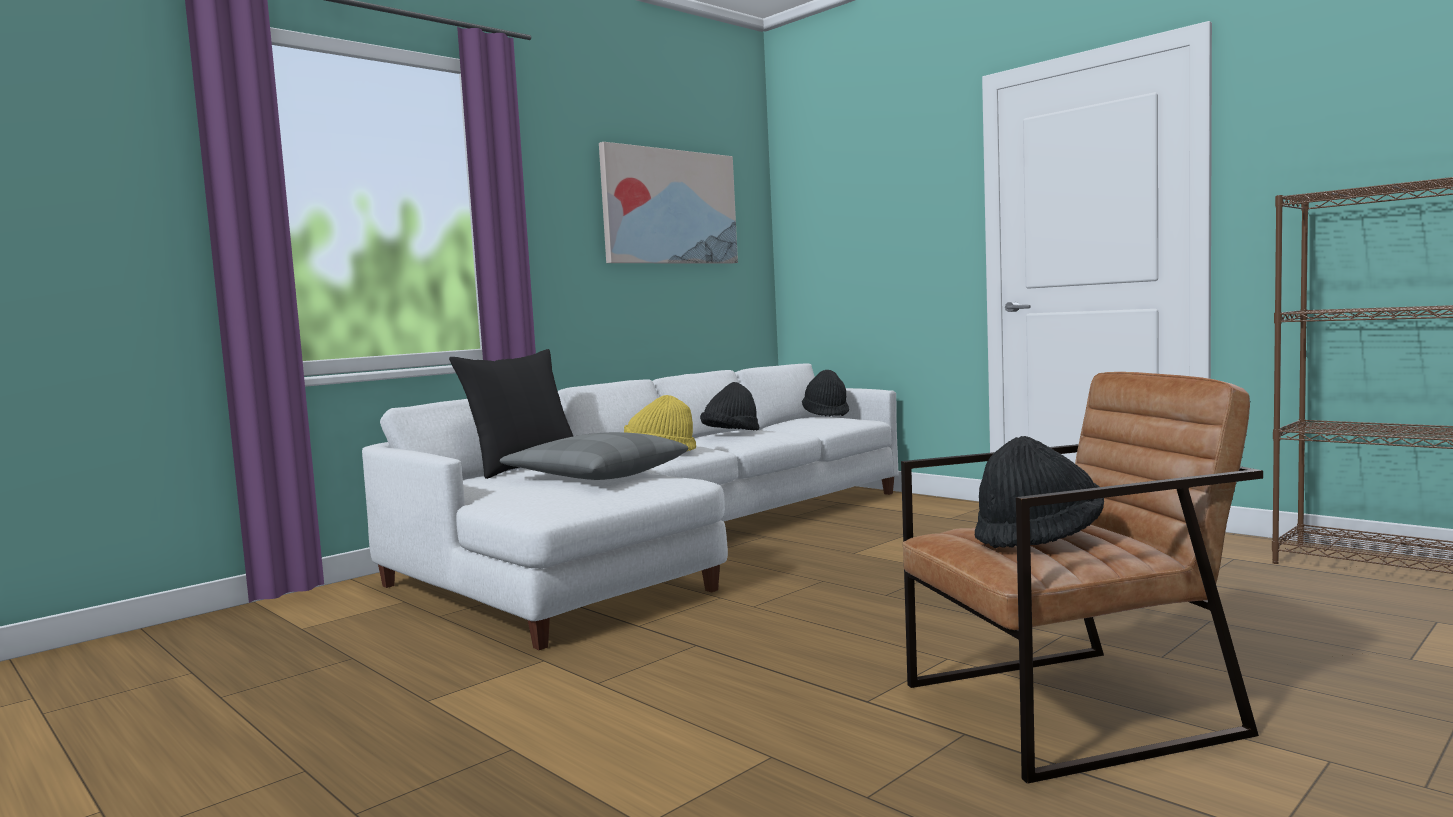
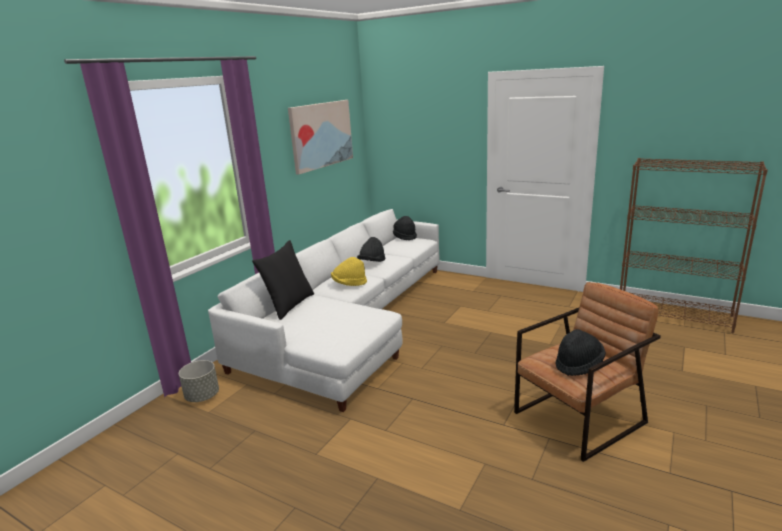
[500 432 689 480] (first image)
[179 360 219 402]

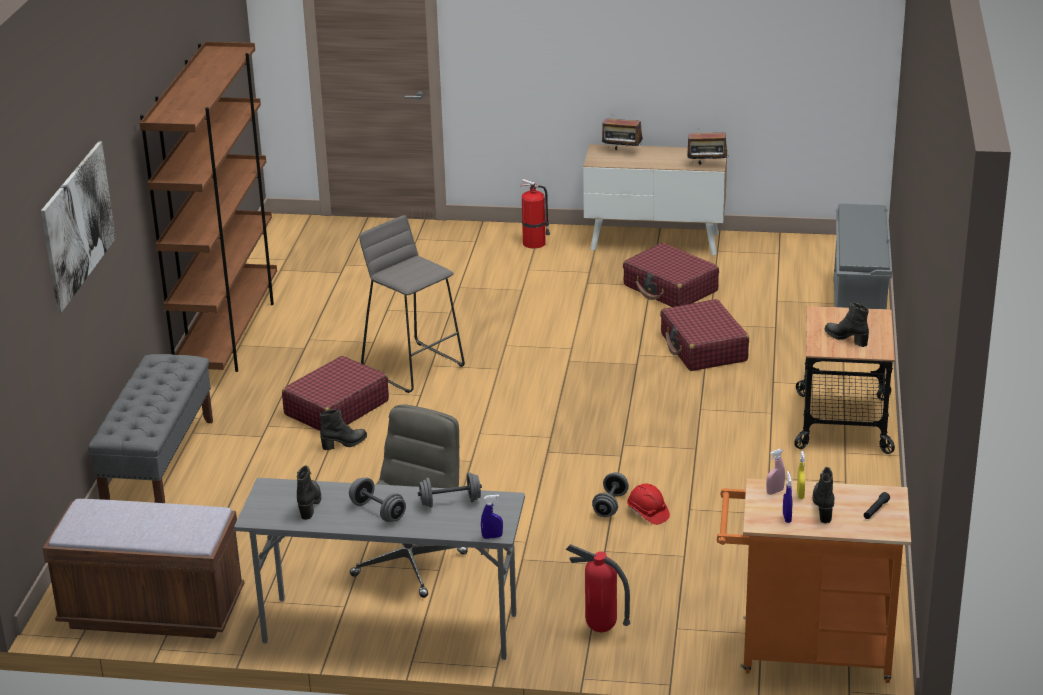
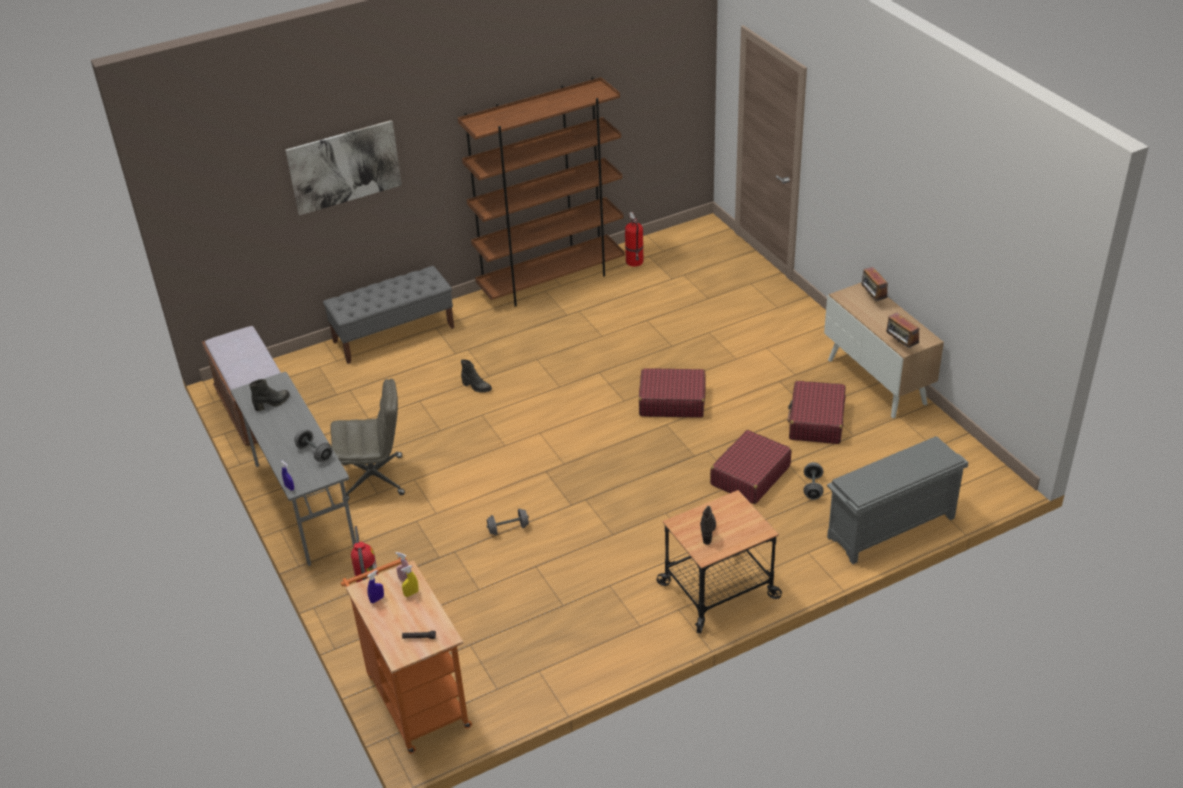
[359 215 465 393] (first image)
[627 484 670 525] (first image)
[812 467 834 524] (first image)
[639 368 706 417]
[804 462 824 500]
[625 212 643 267]

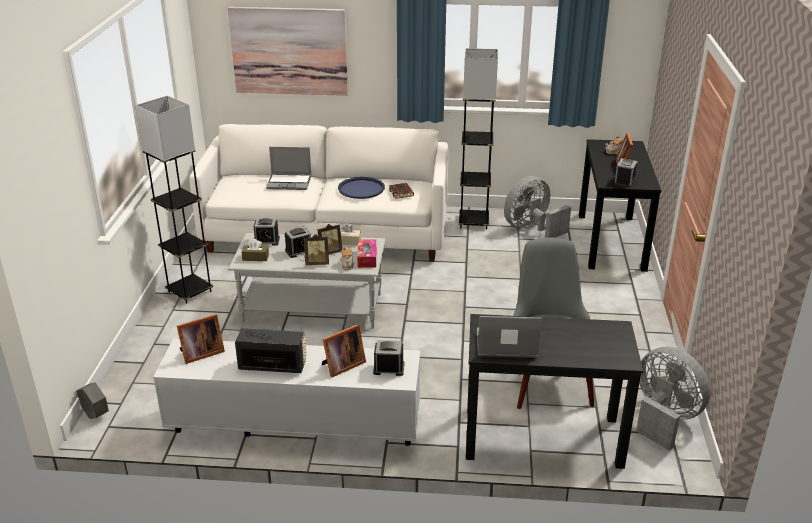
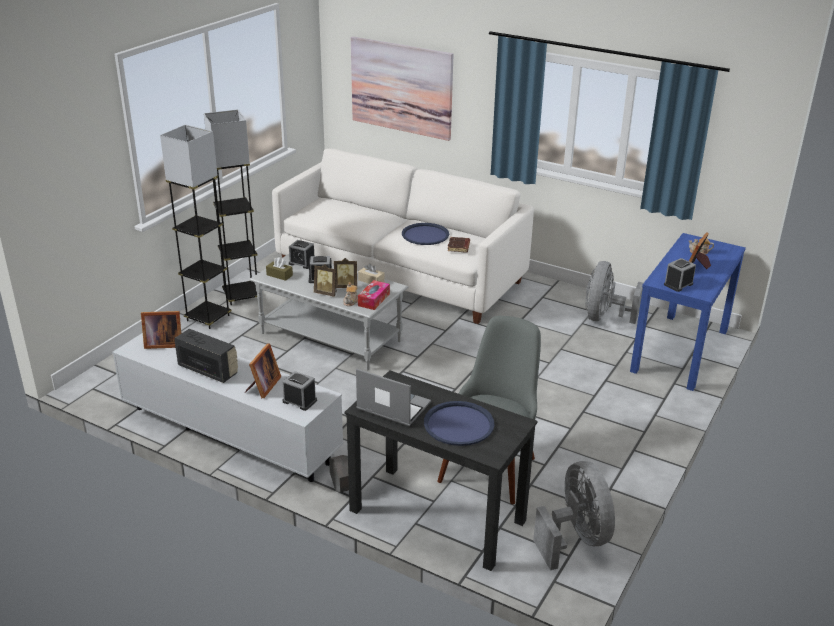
[266 147 311 190] (first image)
[424 401 494 446]
[329 455 349 493]
[160 125 232 329]
[630 233 746 391]
[245 343 281 398]
[586 261 643 324]

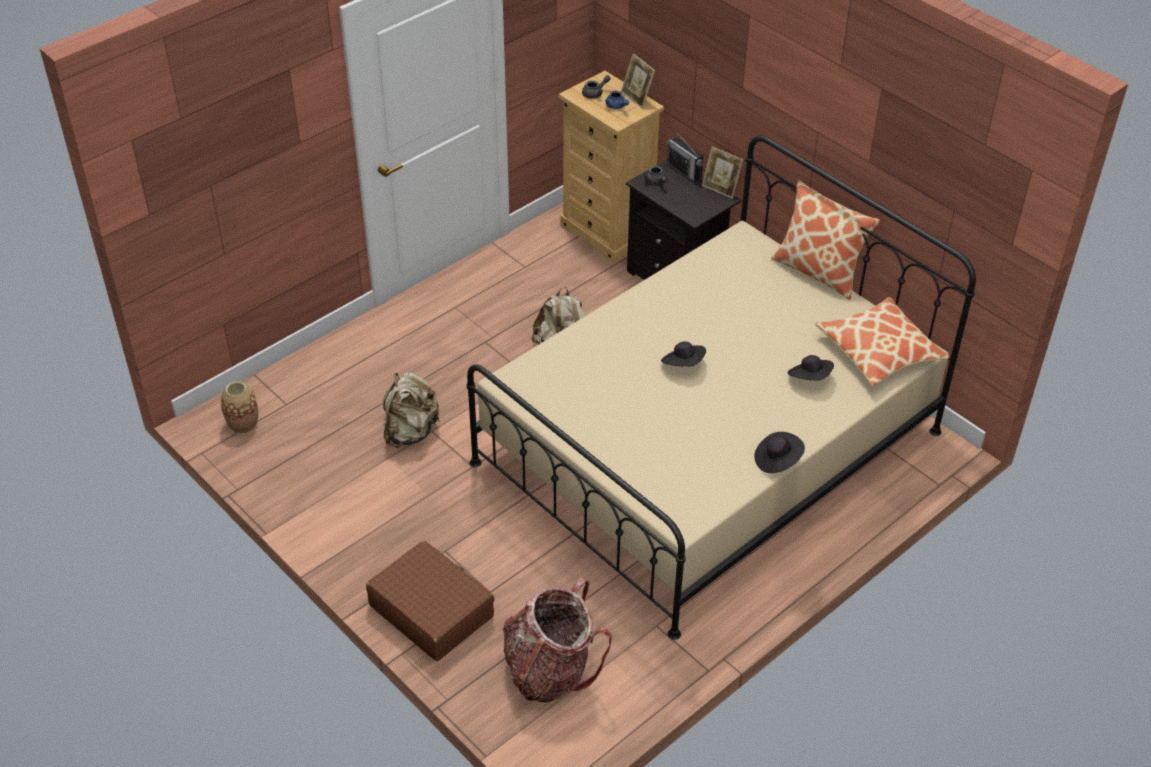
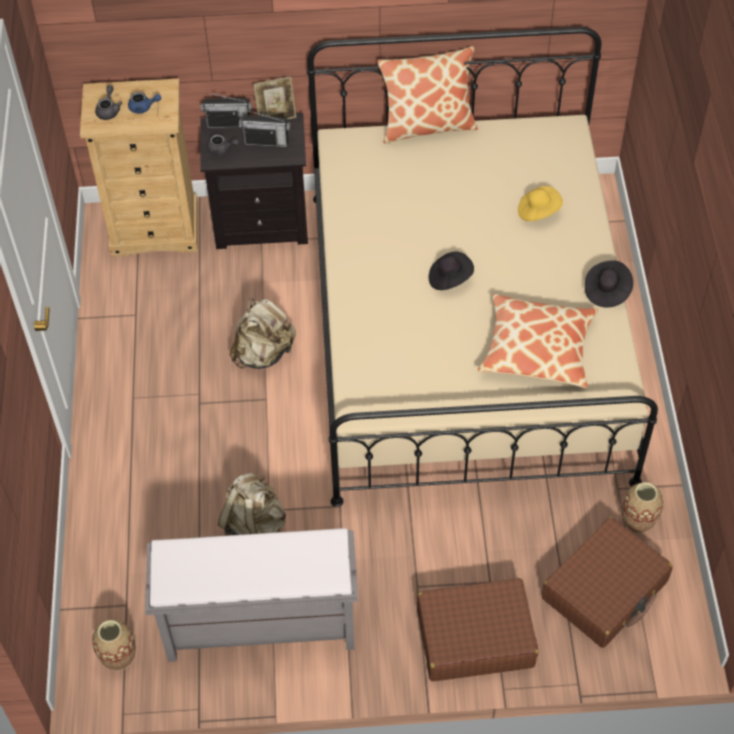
[621 53 655 108] (first image)
[145 528 358 662]
[239 110 290 147]
[622 482 663 533]
[478 294 598 388]
[542 517 673 648]
[518 186 563 221]

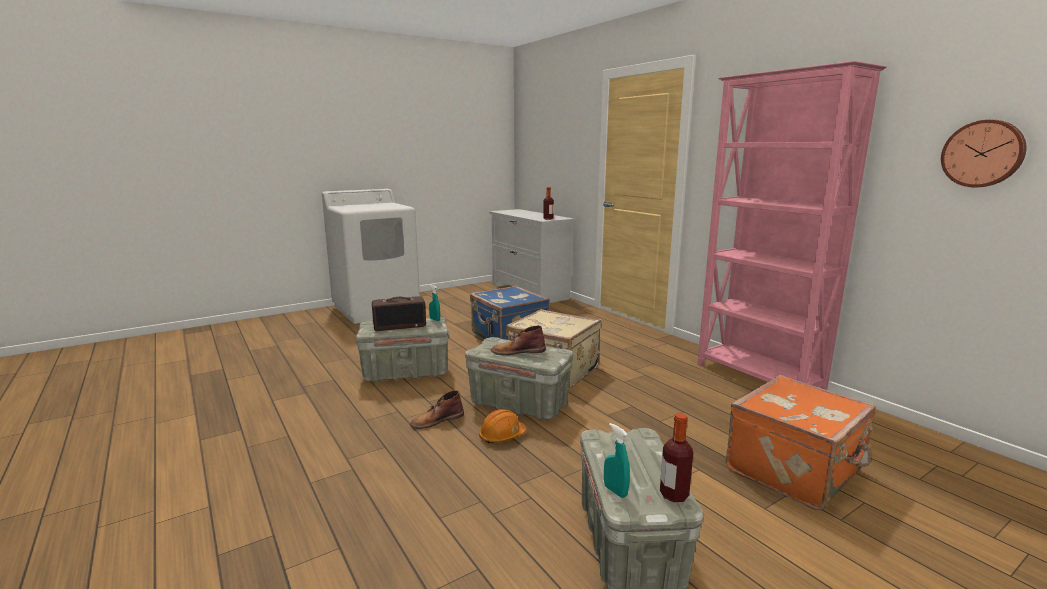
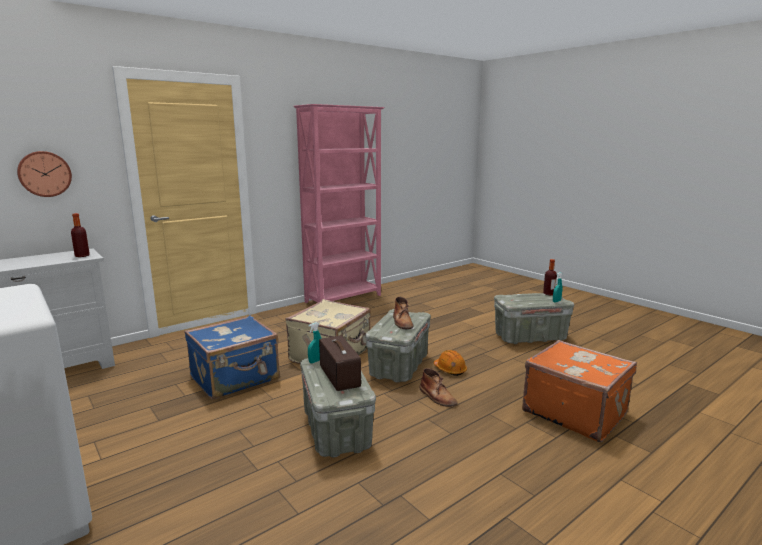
[522 340 637 442]
[17 151 72 197]

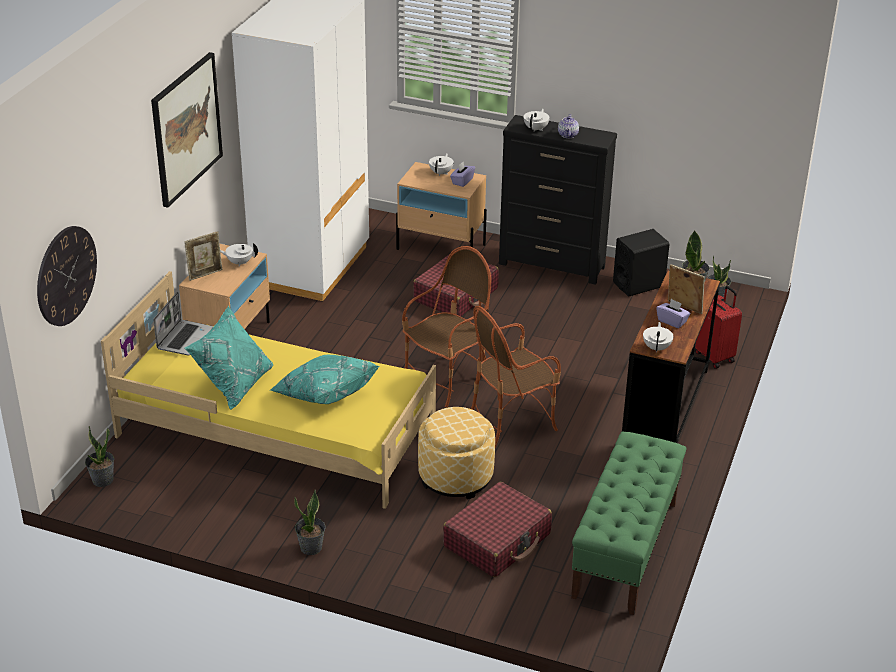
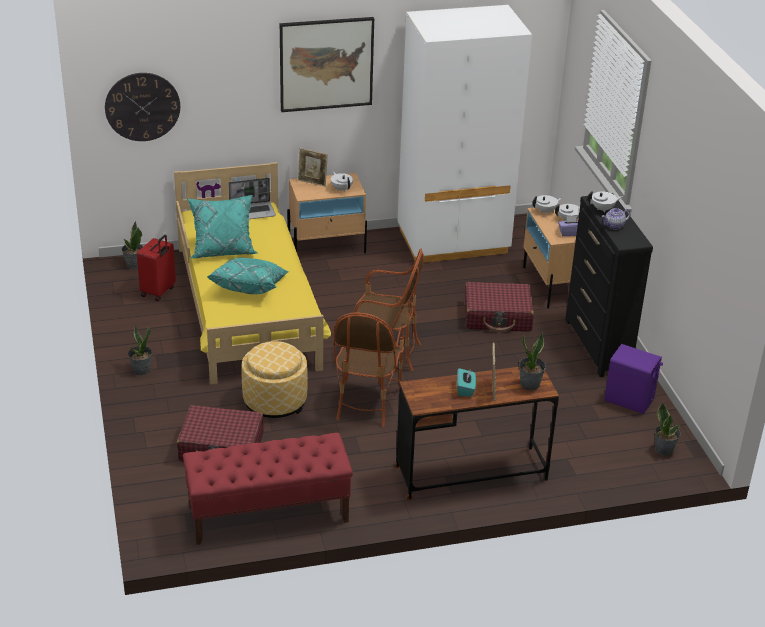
[532 195 562 214]
[137 235 176 301]
[183 433 353 545]
[604 344 663 414]
[457 368 476 397]
[333 312 404 427]

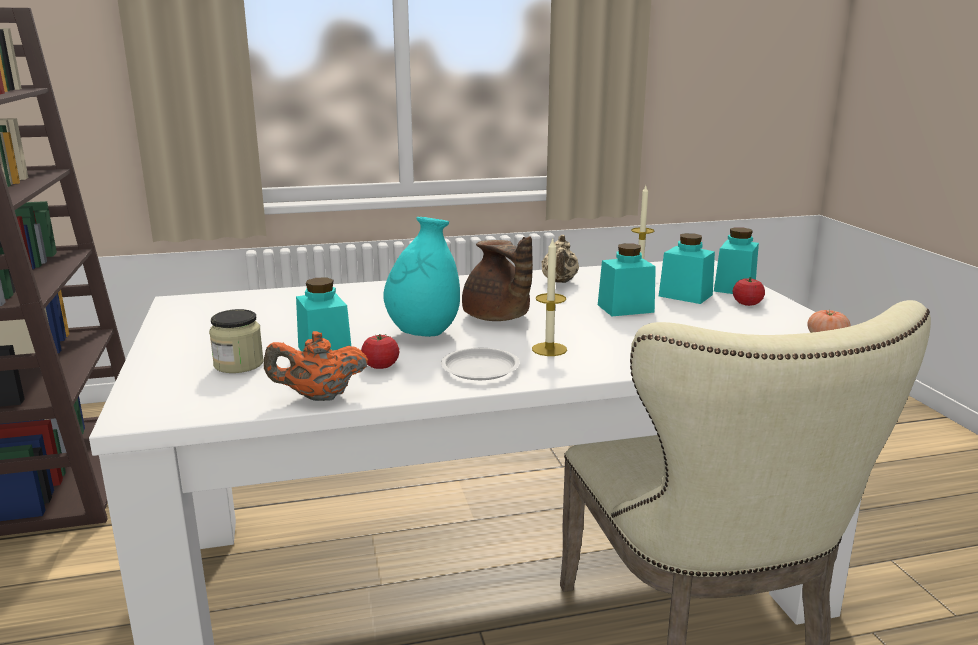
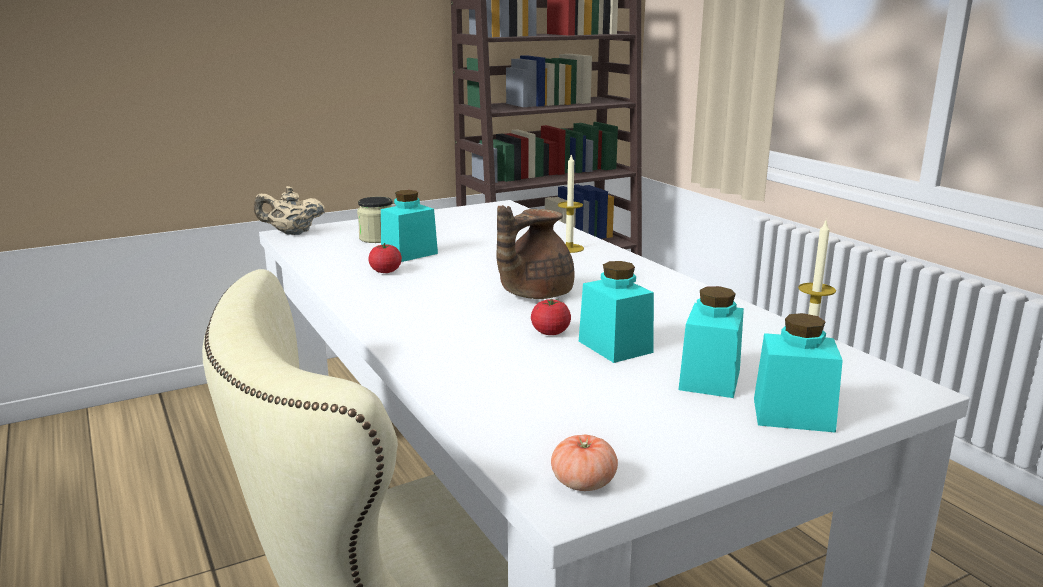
[264 331 368 401] (first image)
[383 217 460 337] (first image)
[441 348 520 380] (first image)
[558 153 584 253]
[254 186 325 235]
[531 299 571 335]

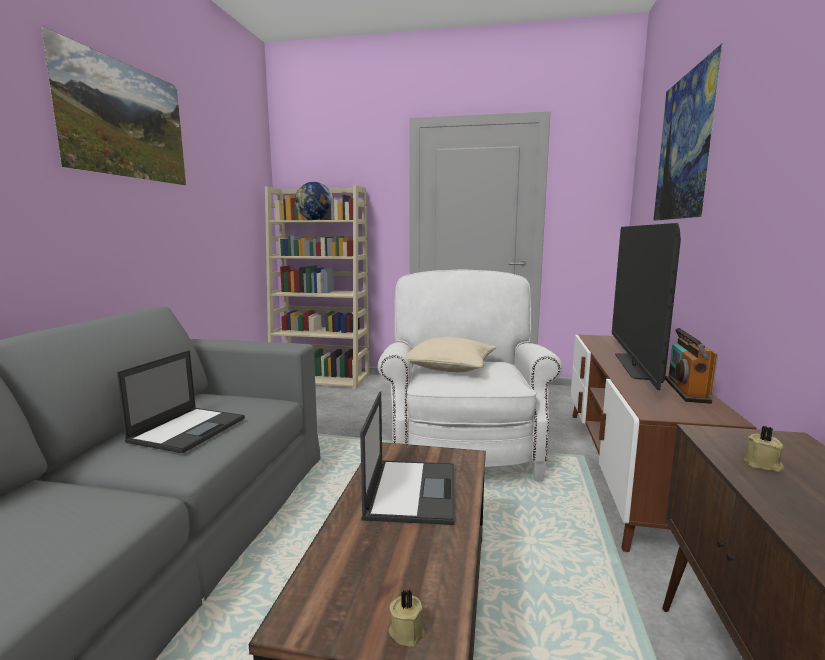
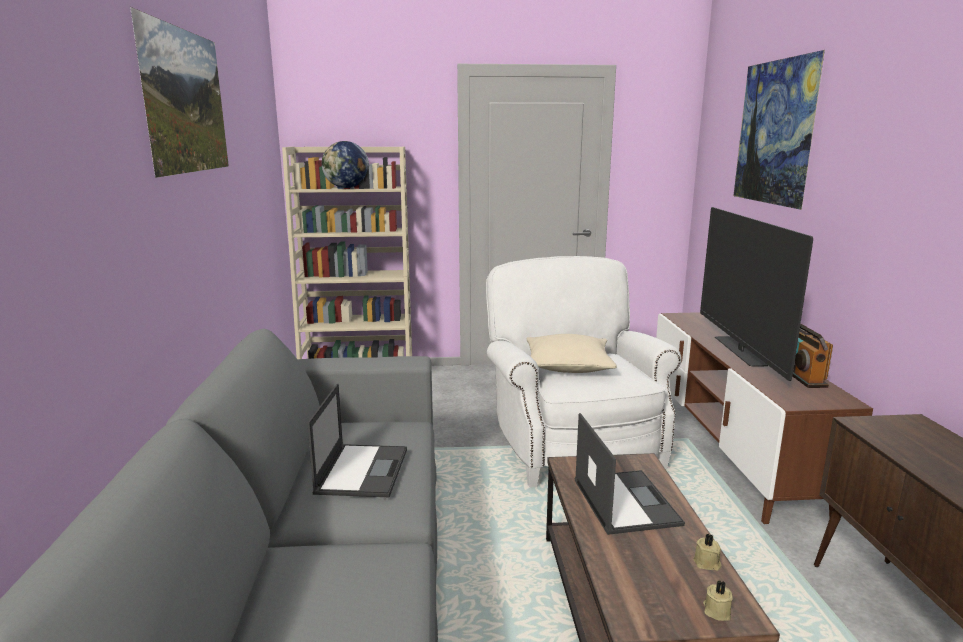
[694 533 722 571]

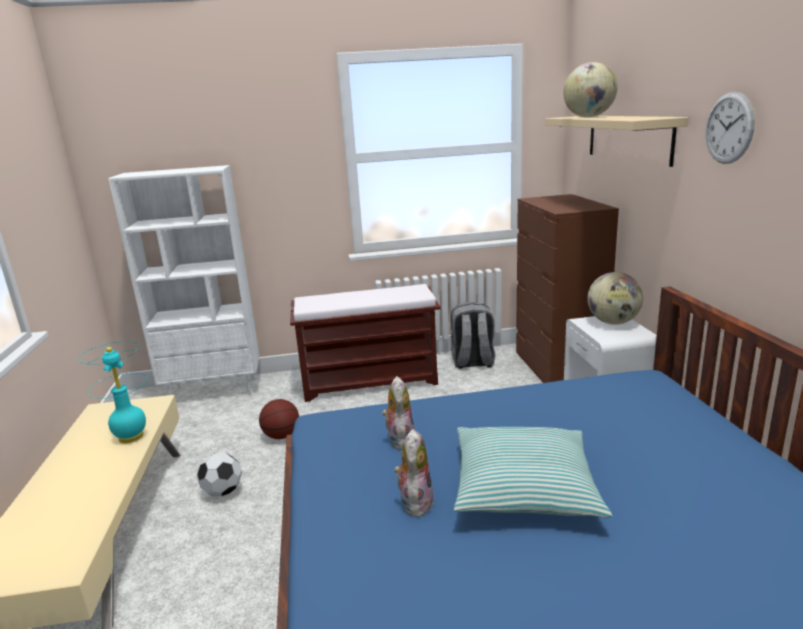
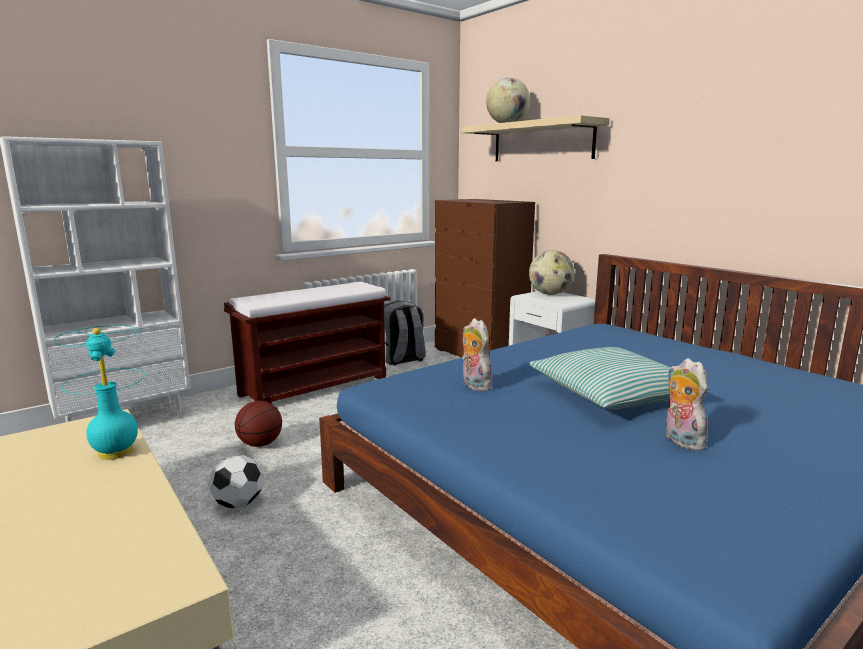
[705 92 755 164] (first image)
[665 358 708 451]

